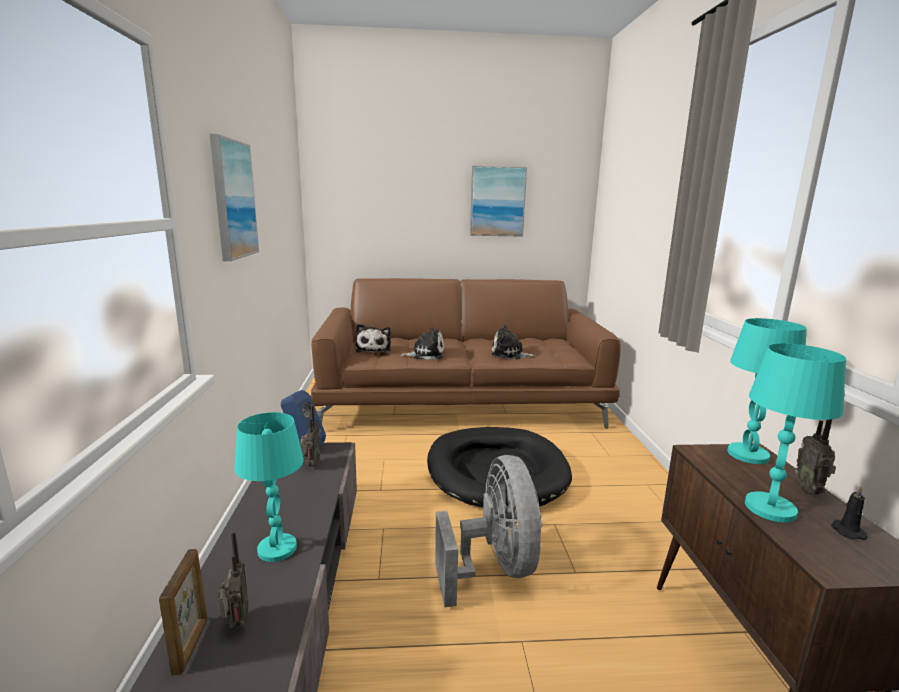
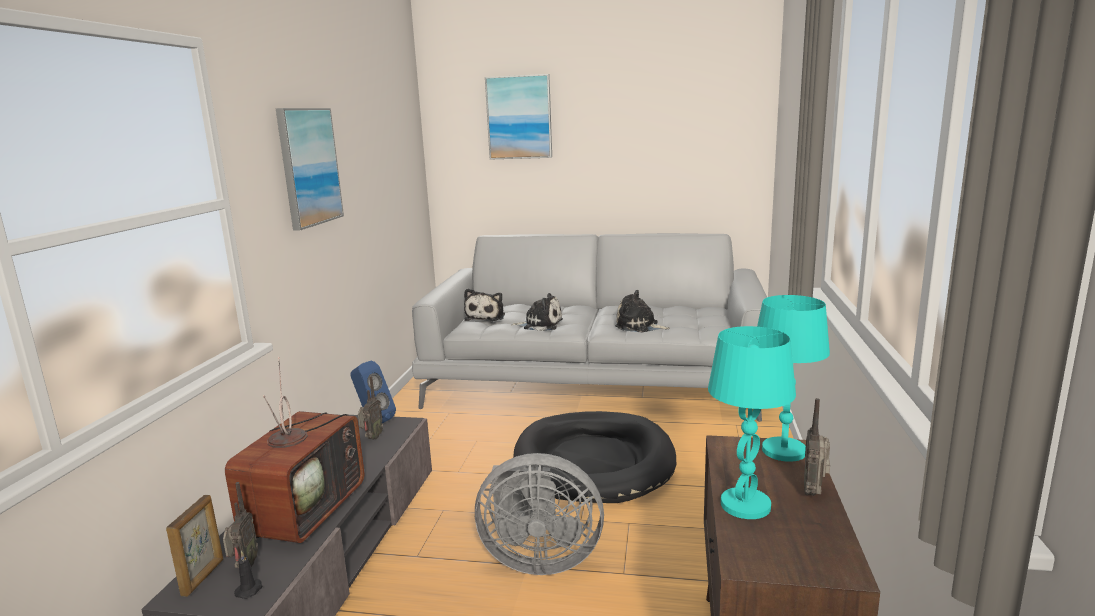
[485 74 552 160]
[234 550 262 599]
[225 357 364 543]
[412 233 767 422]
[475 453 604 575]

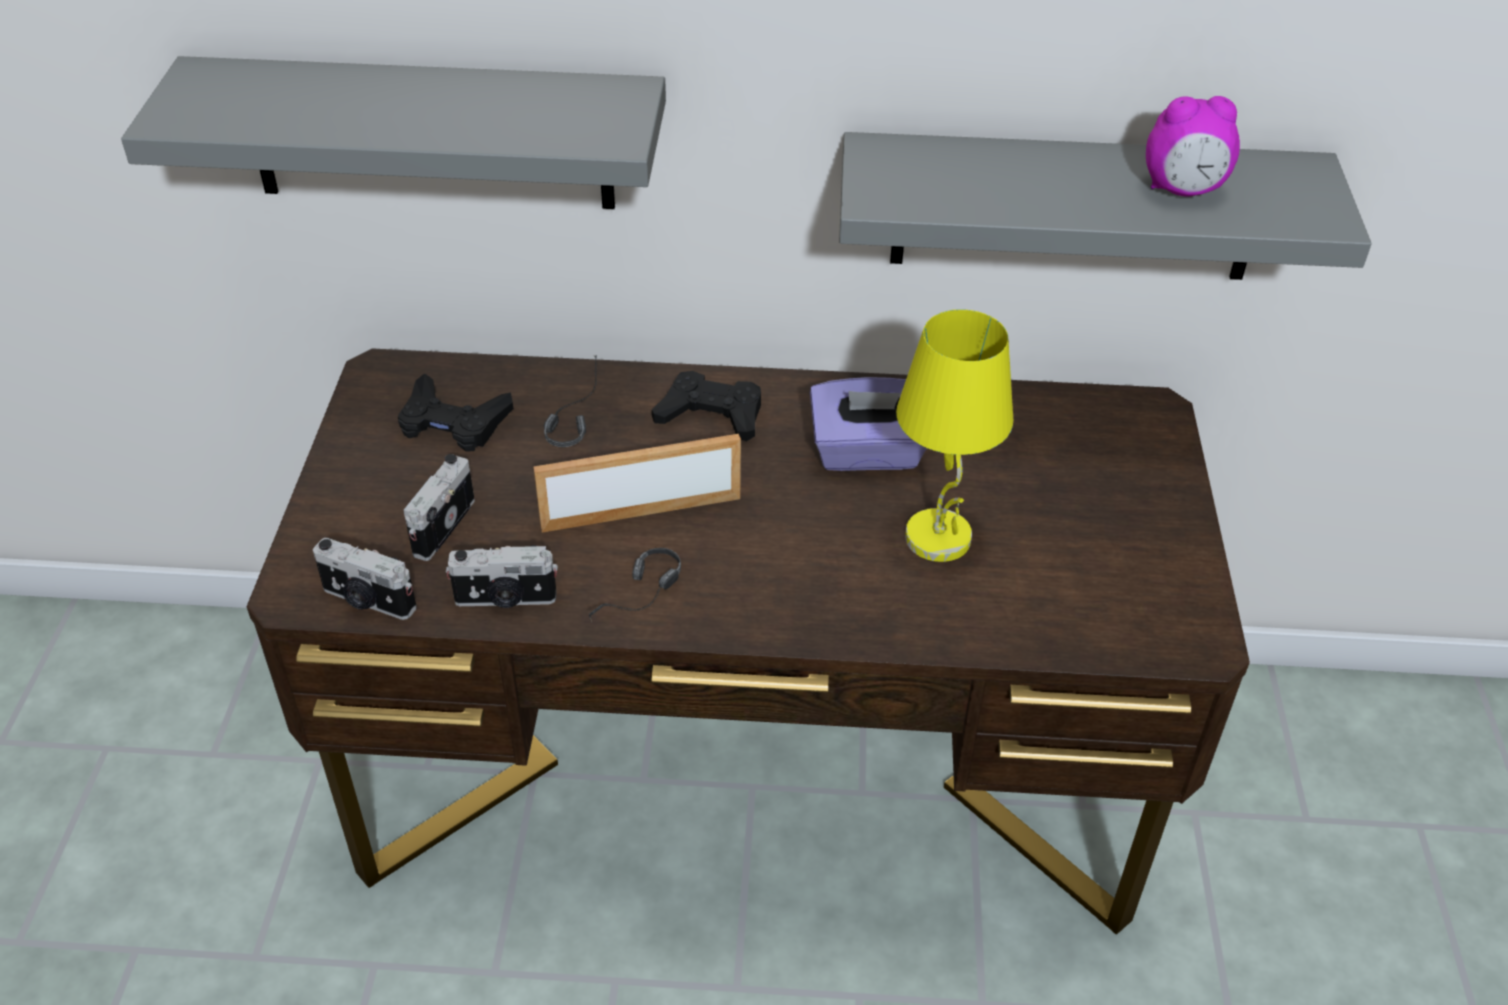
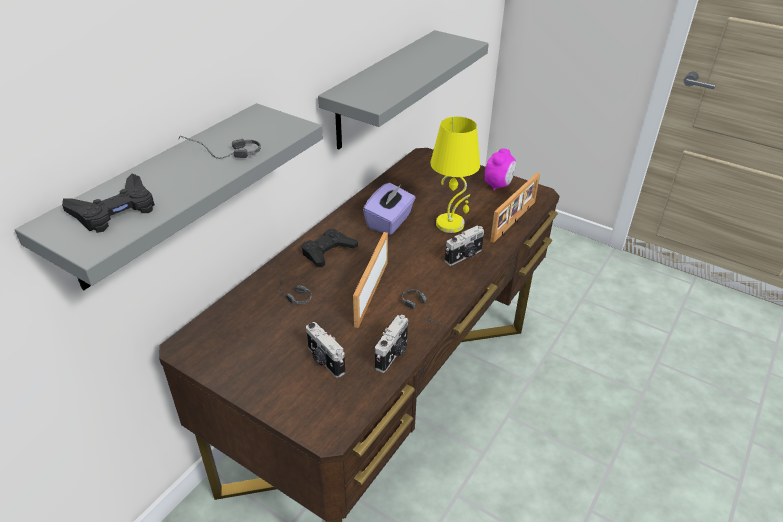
[178 136 261 159]
[490 173 540 243]
[445 225 484 266]
[62 173 155 233]
[485 148 516 190]

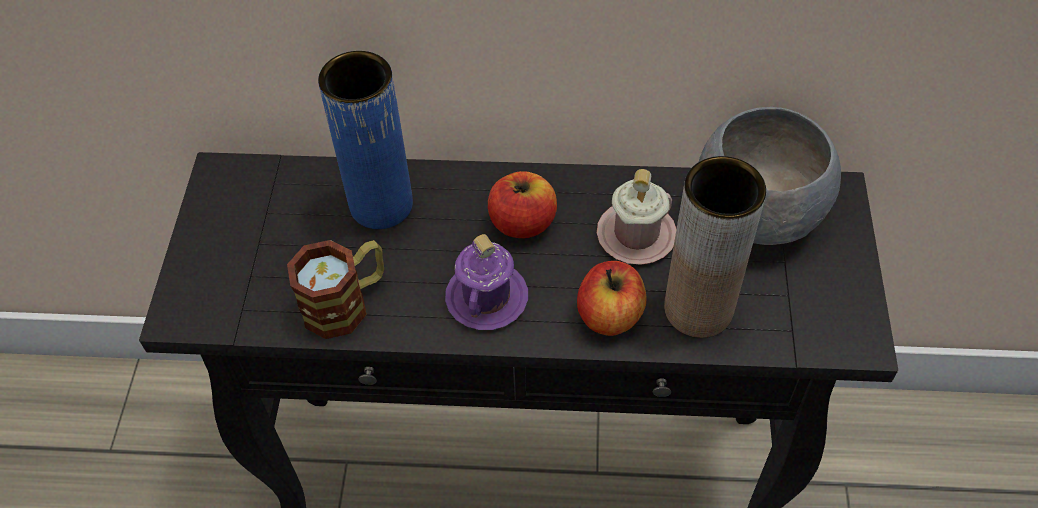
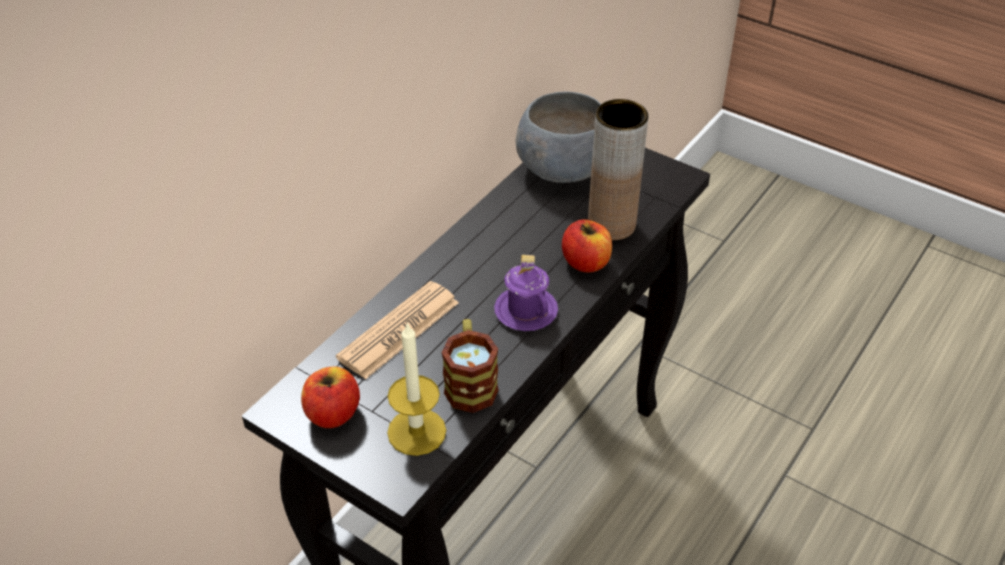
[597 169 676 265] (first image)
[387 322 446 456]
[301 367 360 428]
[336 281 459 379]

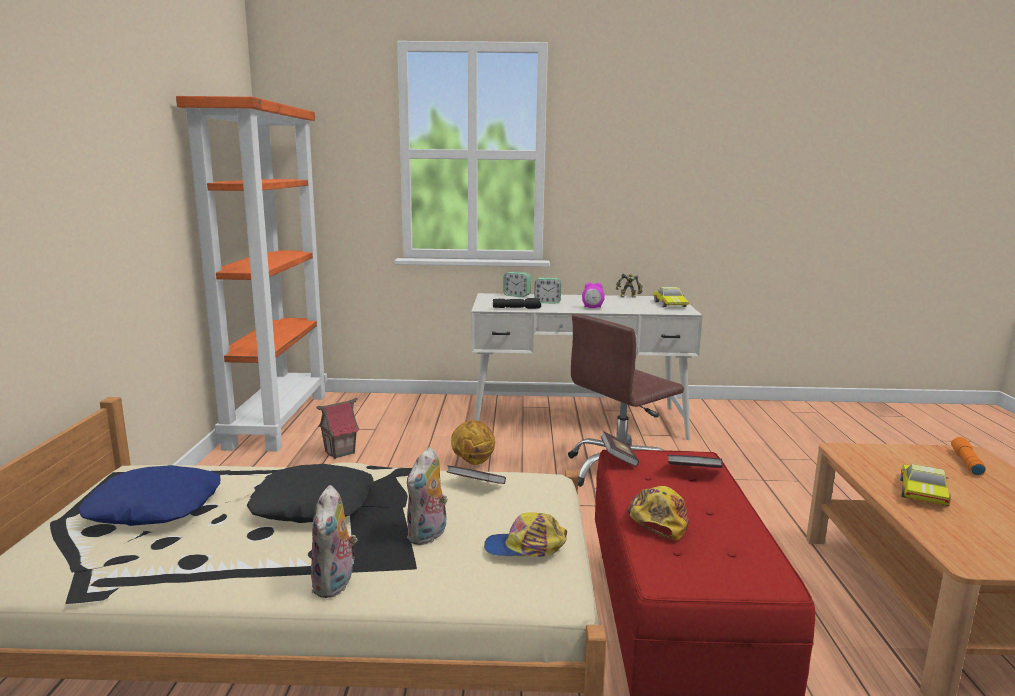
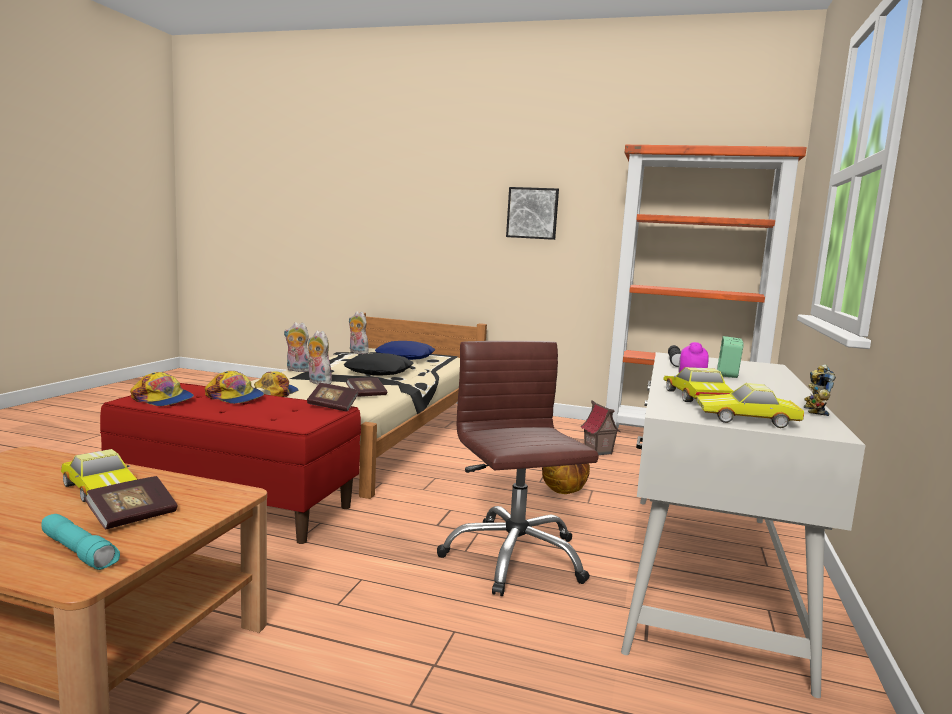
[503 272 531 297] (first image)
[130 372 194 406]
[348 311 369 354]
[506 187 559 240]
[663 367 733 402]
[84 476 178 530]
[41 514 120 570]

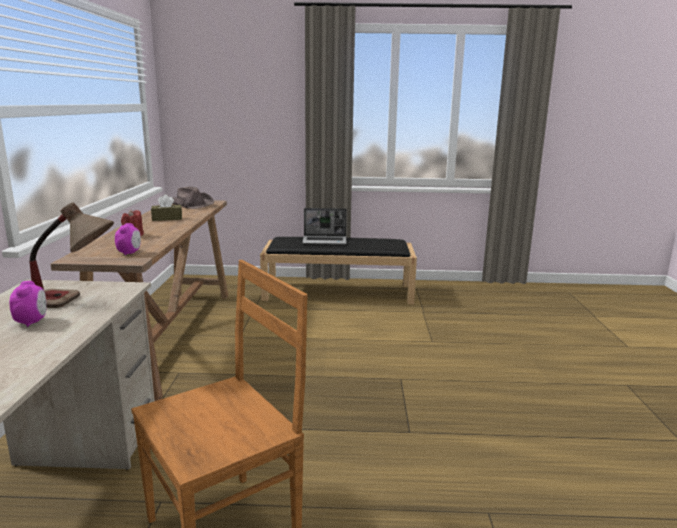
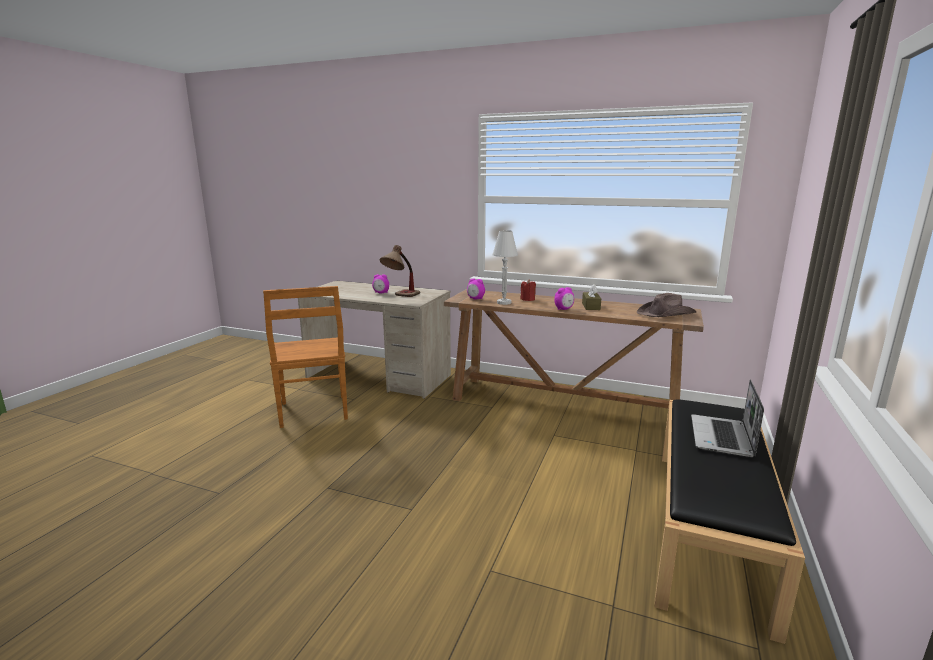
[492 230 518 305]
[554 287 574 310]

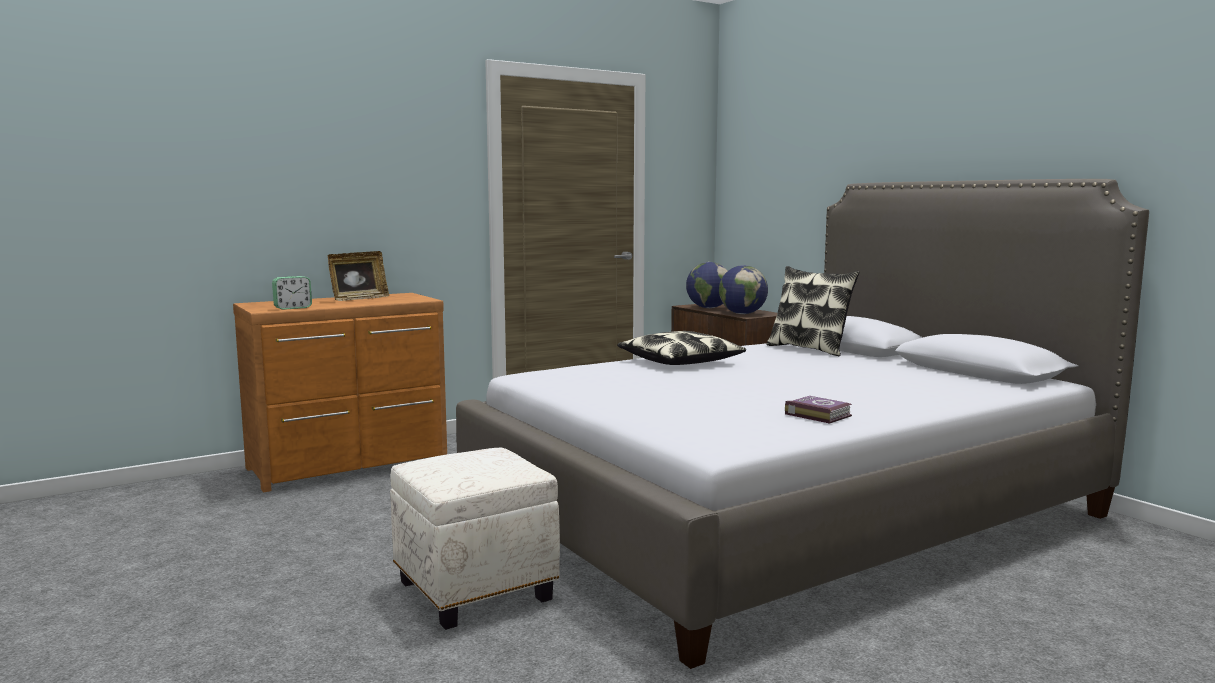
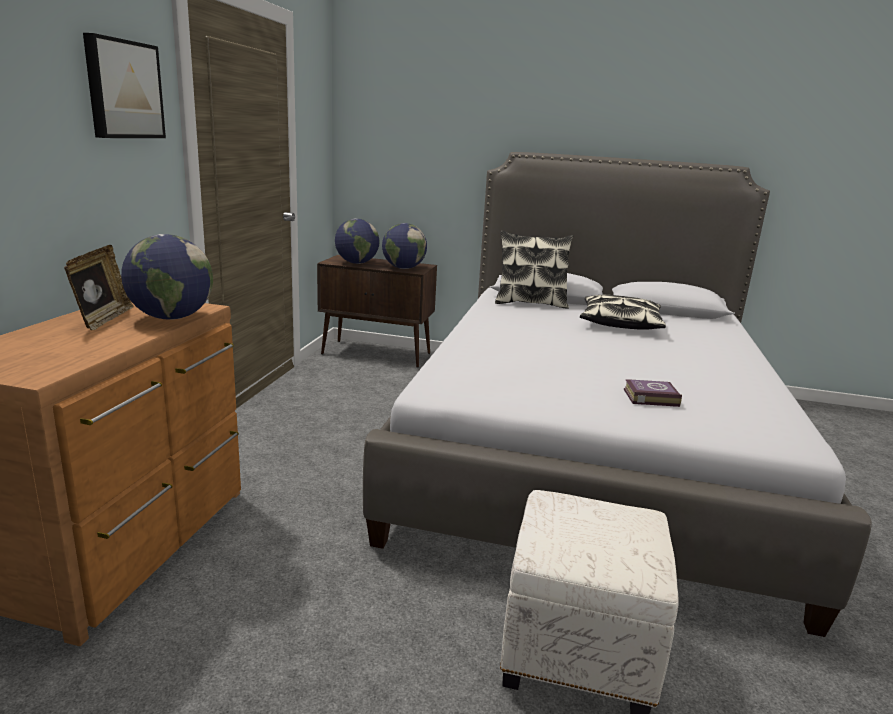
[272 276 312 310] (first image)
[83 33 166 138]
[121 234 213 320]
[580 295 666 330]
[624 379 682 407]

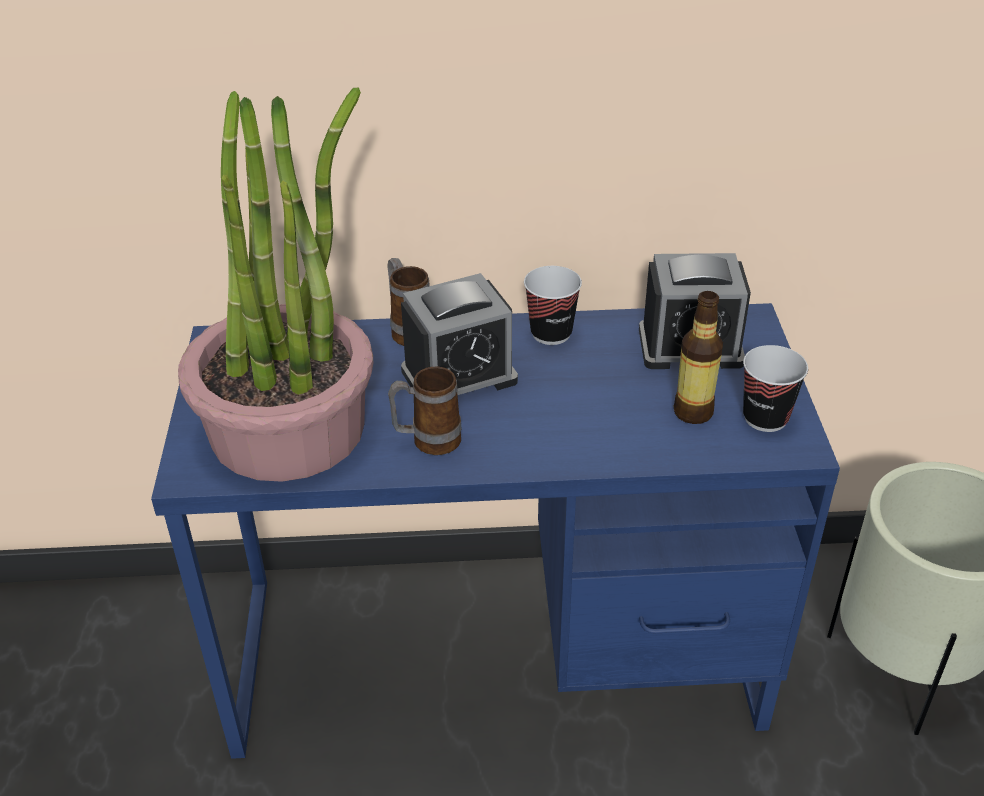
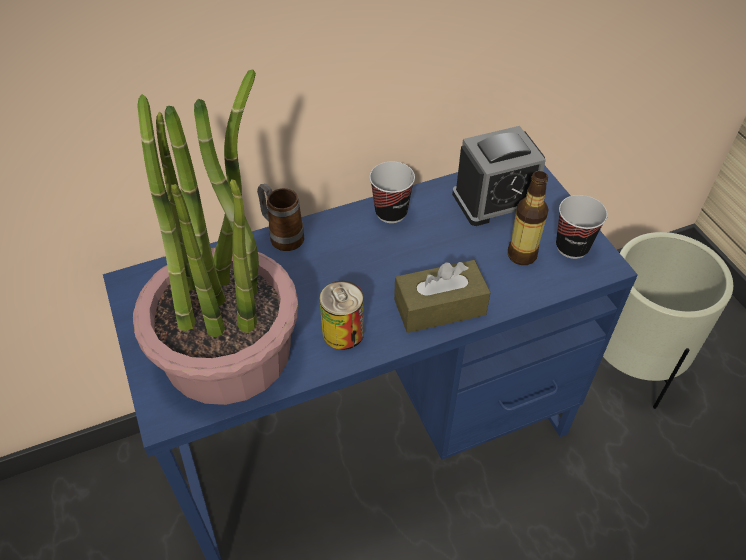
[401 273 518 395] (first image)
[394 260 491 333]
[319 281 364 350]

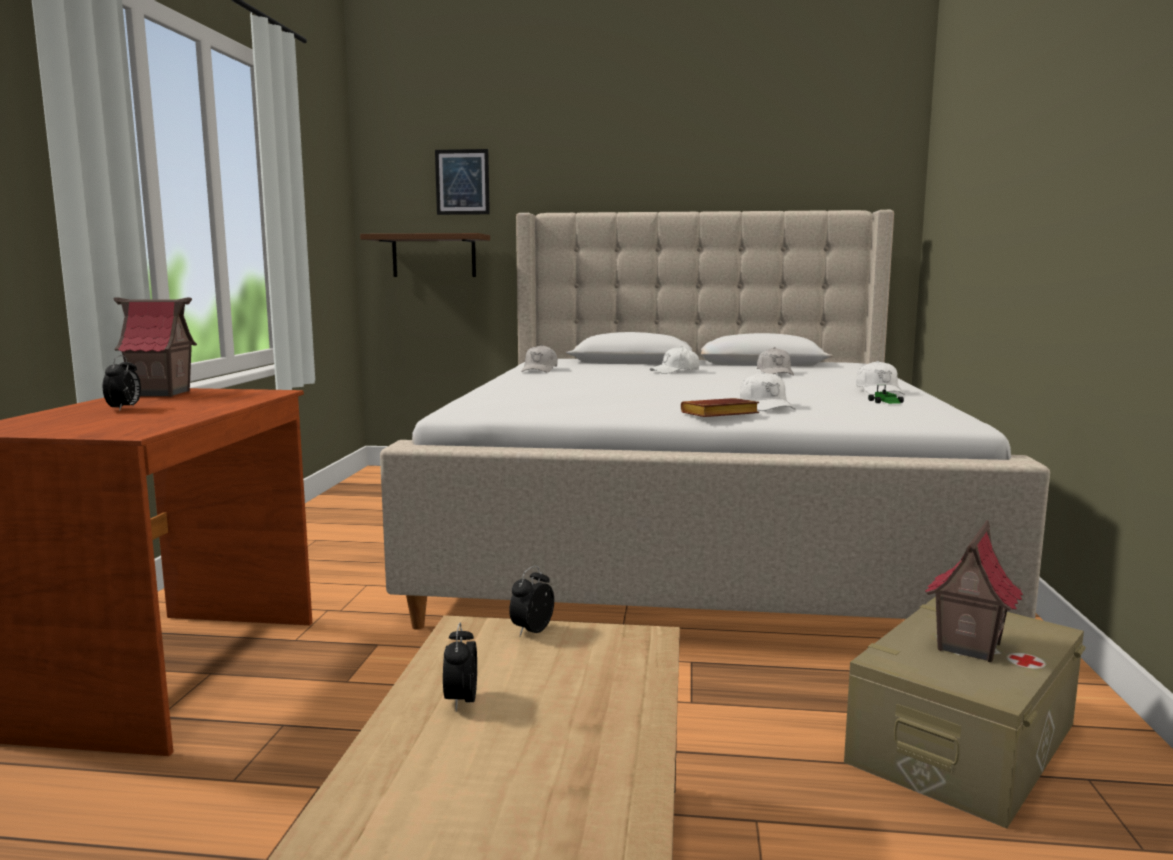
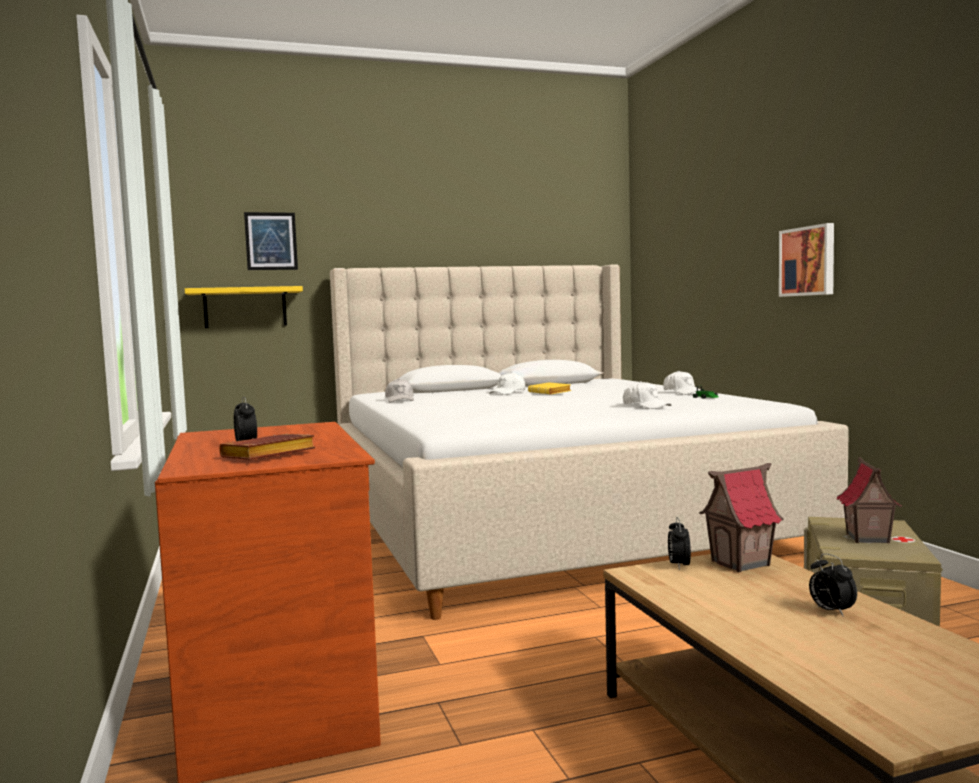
[757 347 794 376] (first image)
[528 382 571 394]
[779 223 834 297]
[699 463 784 572]
[809 553 857 617]
[219 434 316 460]
[185 286 303 328]

